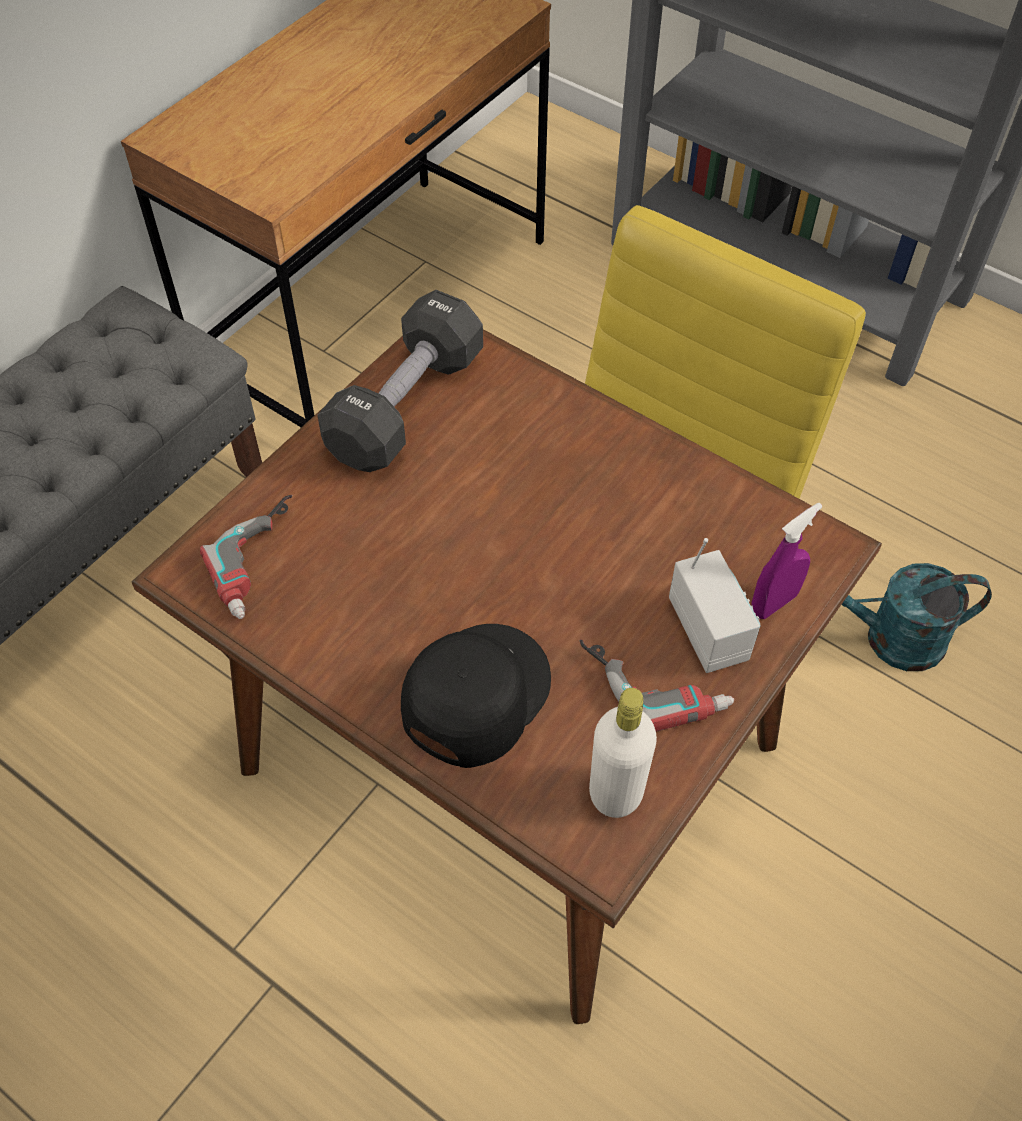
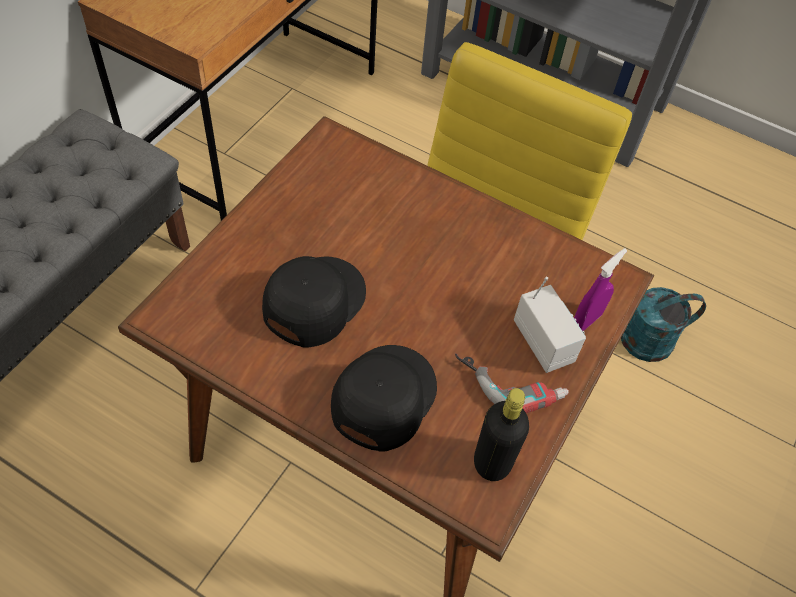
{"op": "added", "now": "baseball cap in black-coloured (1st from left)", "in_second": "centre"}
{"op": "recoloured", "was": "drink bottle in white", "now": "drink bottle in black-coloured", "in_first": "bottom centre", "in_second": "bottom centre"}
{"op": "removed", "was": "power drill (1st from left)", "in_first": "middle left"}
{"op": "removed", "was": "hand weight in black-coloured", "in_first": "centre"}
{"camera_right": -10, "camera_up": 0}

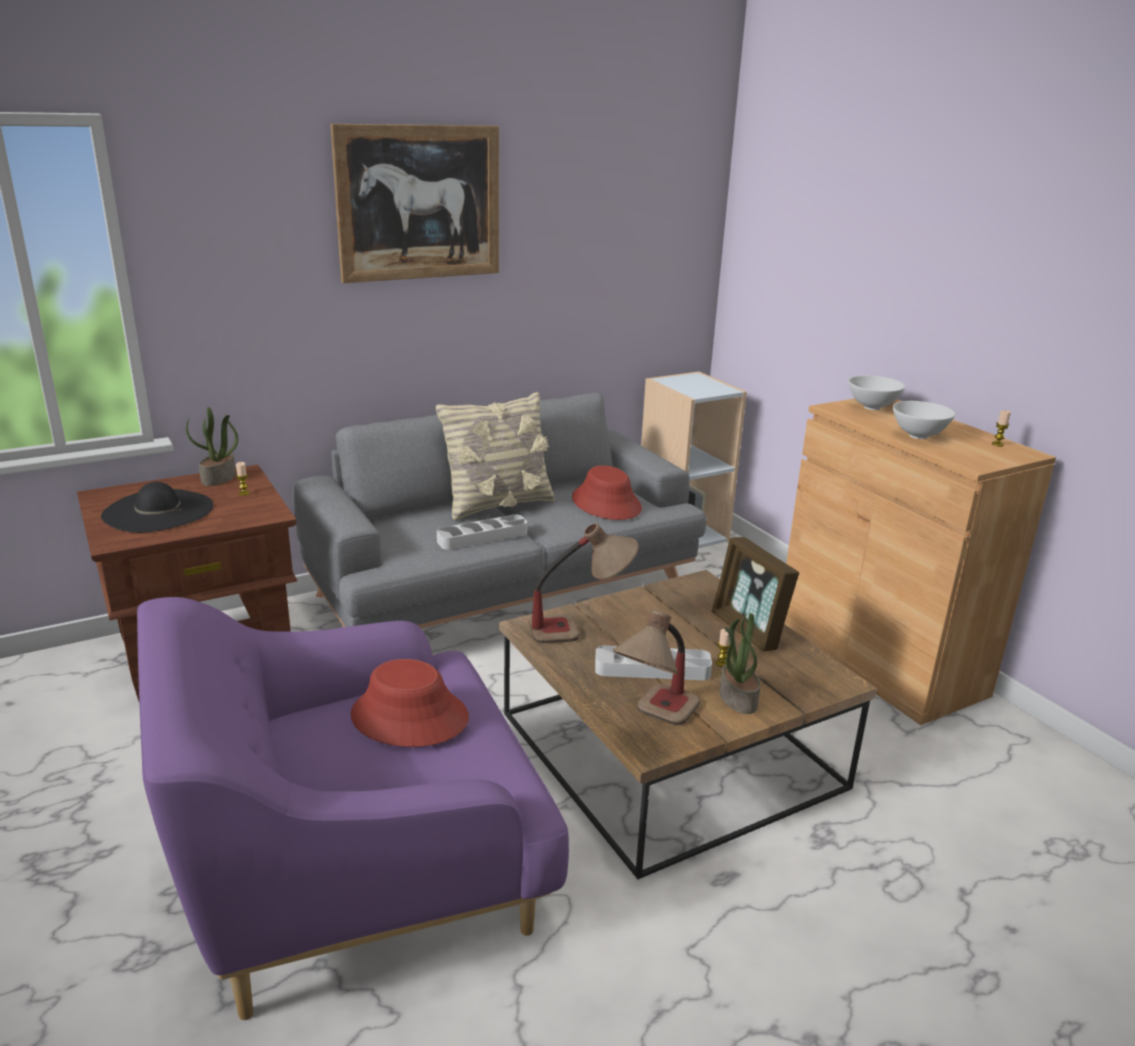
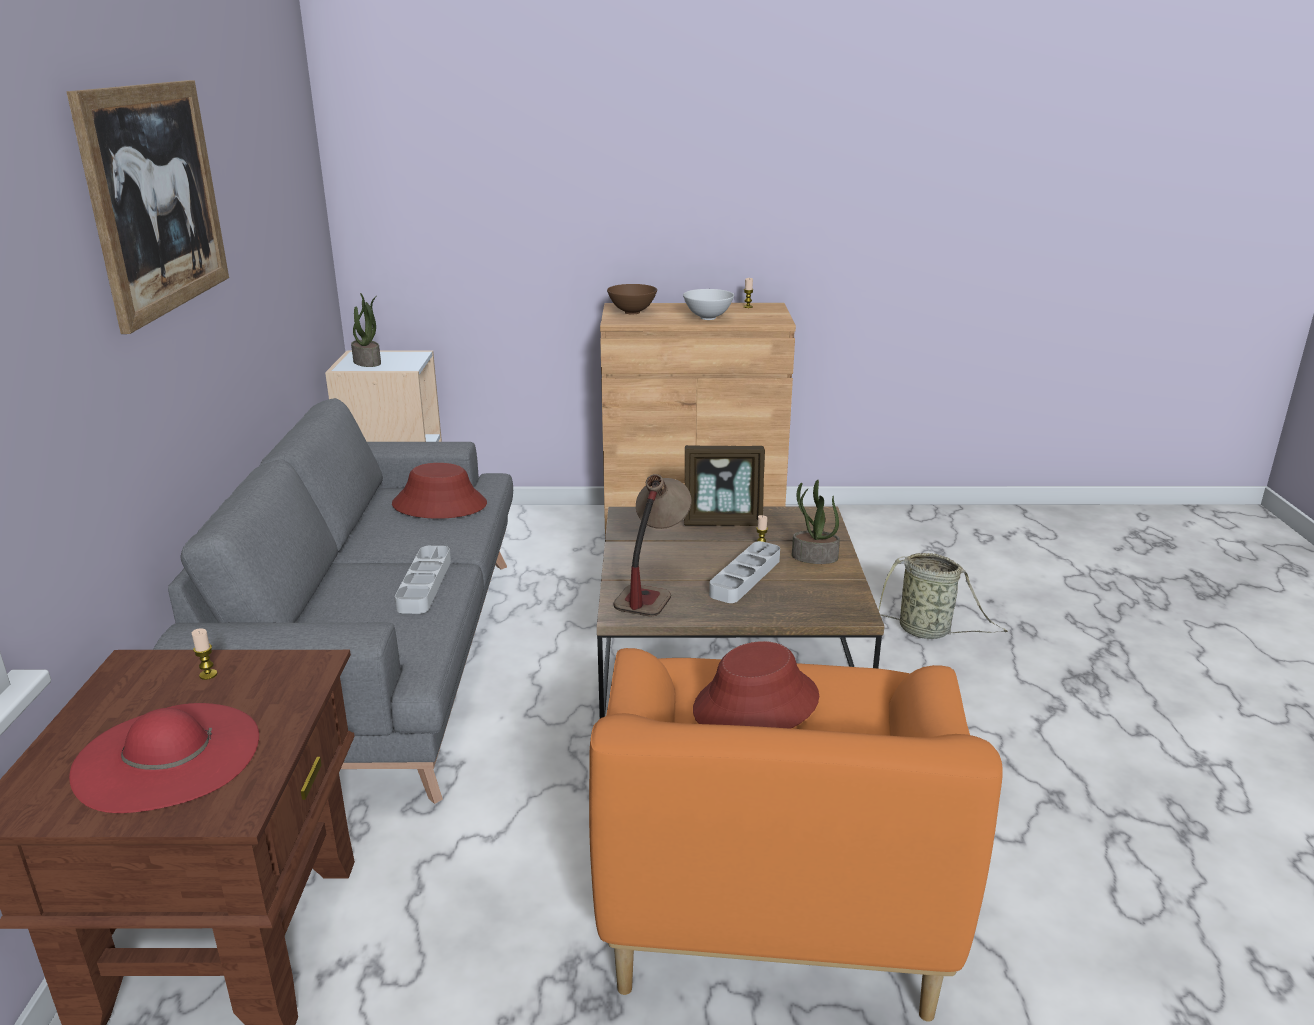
{"op": "recoloured", "was": "hat in black-coloured", "now": "hat in red-coloured (1st from left)", "in_first": "middle left", "in_second": "bottom left"}
{"op": "moved", "was": "potted plant (1st from left)", "in_first": "middle left", "in_second": "top left"}
{"op": "recoloured", "was": "armchair in purplish", "now": "armchair in orange-coloured", "in_first": "bottom left", "in_second": "bottom centre"}
{"op": "recoloured", "was": "deep dish in white (1st from left)", "now": "deep dish in brown", "in_first": "middle right", "in_second": "top centre"}
{"op": "added", "now": "storage basket", "in_second": "middle right"}
{"op": "removed", "was": "pillow in sand-coloured", "in_first": "centre"}
{"op": "removed", "was": "lamp for a table (2nd from left)", "in_first": "centre"}
{"camera_right": -60, "camera_up": 0}

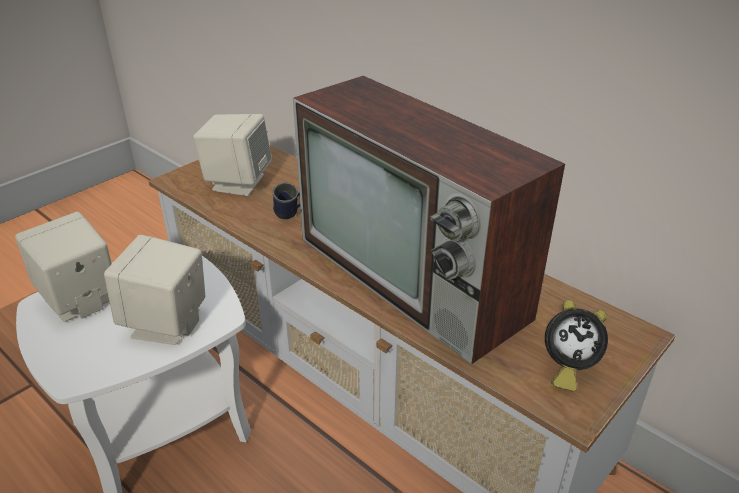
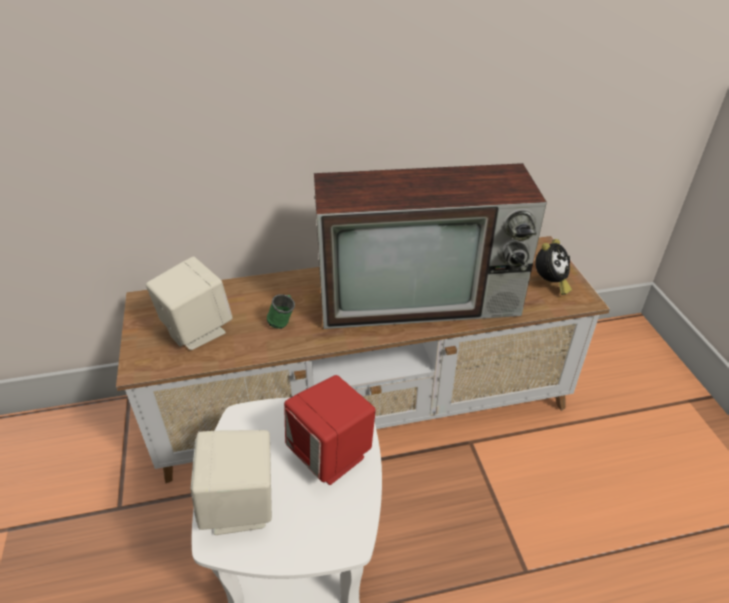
{"op": "recoloured", "was": "coffee mug in blue", "now": "coffee mug in greenish", "in_first": "centre", "in_second": "centre"}
{"op": "recoloured", "was": "loudspeaker in sand-coloured (2nd from left)", "now": "loudspeaker in red-coloured", "in_first": "middle left", "in_second": "bottom centre"}
{"camera_right": -55, "camera_up": 5}

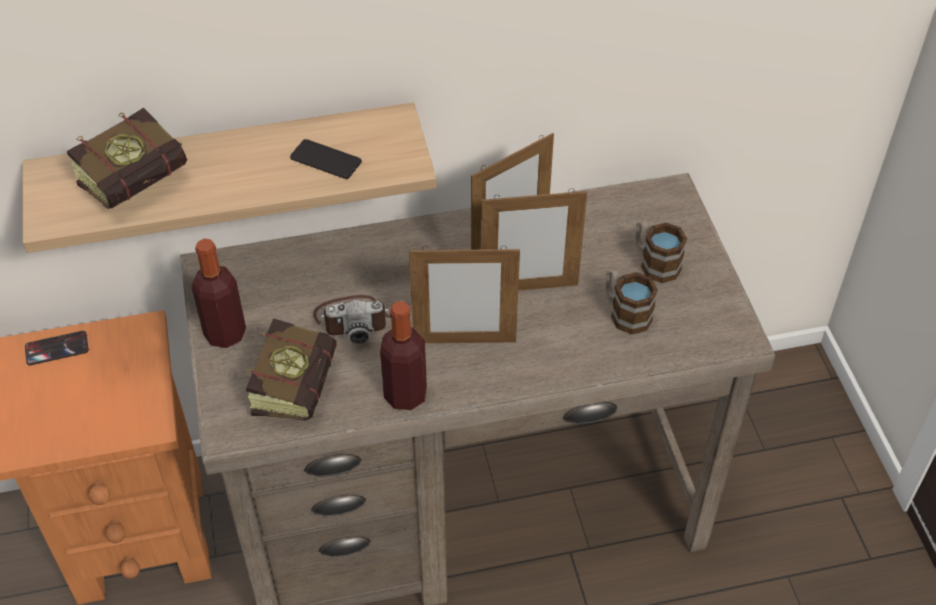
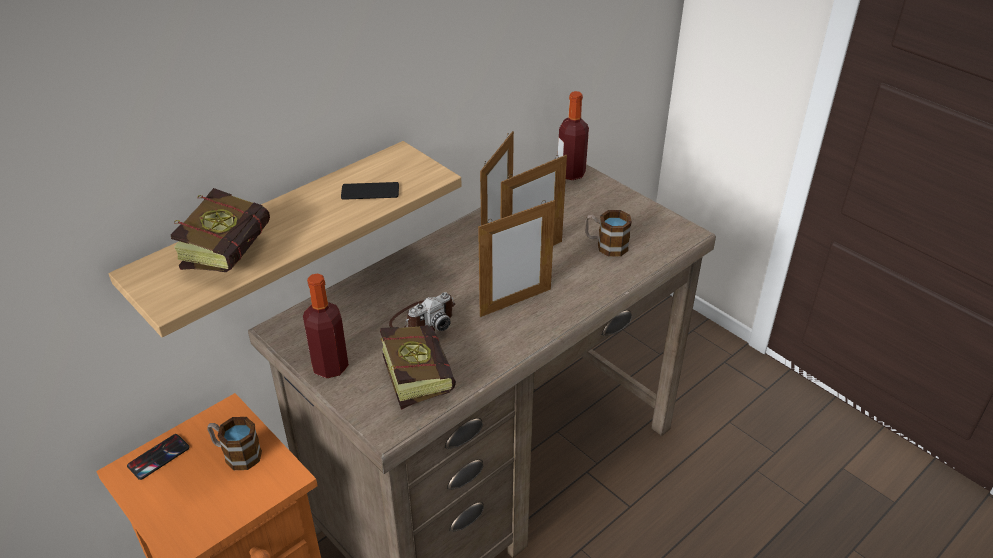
{"op": "moved", "was": "coffee mug (2nd from left in the first image)", "now": "coffee mug (1st from left)", "in_first": "middle right", "in_second": "bottom left"}
{"op": "moved", "was": "drink bottle (2nd from left)", "in_first": "centre", "in_second": "top centre"}
{"camera_right": -30, "camera_up": -10}

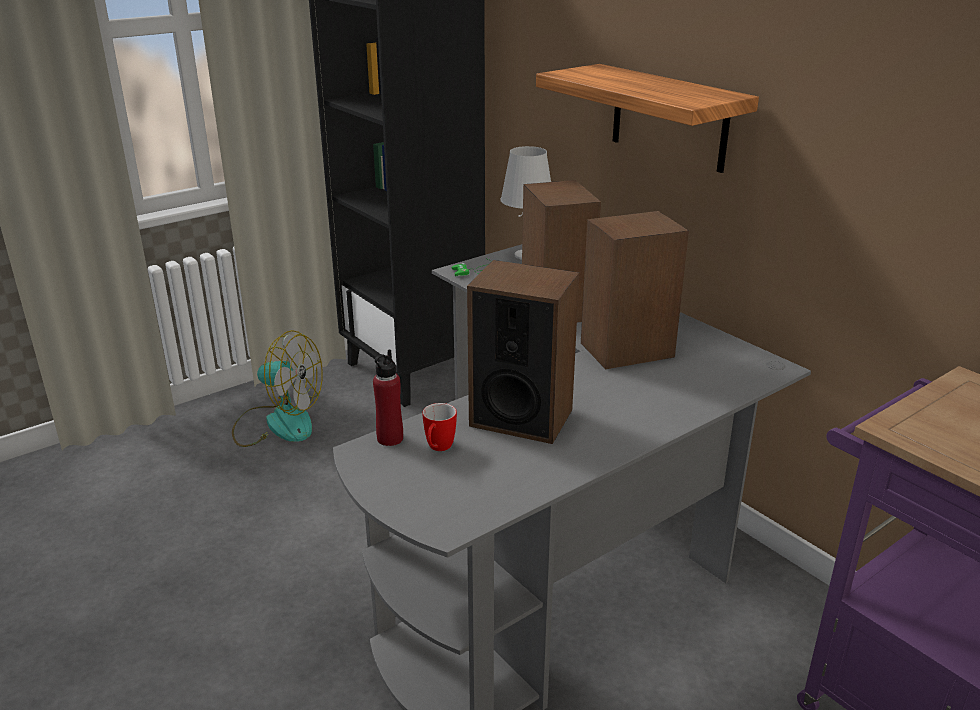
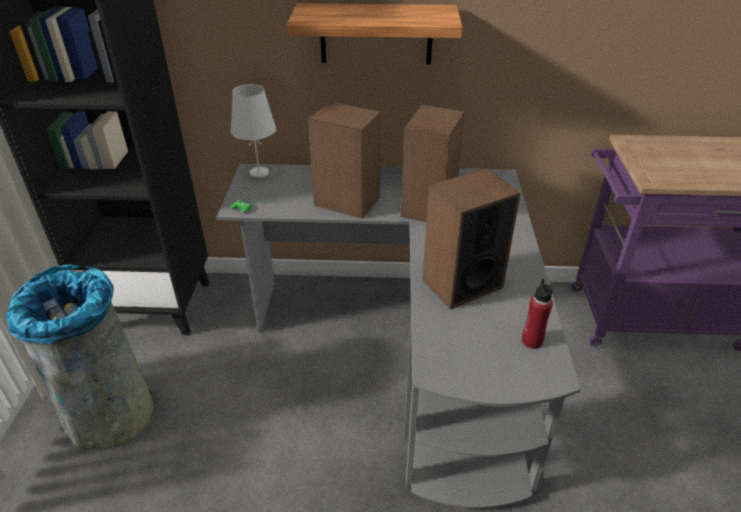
{"op": "replaced", "was": "cooling fan", "now": "trash can in gray", "in_first": "middle left", "in_second": "bottom left"}
{"op": "moved", "was": "drink bottle in red-coloured", "in_first": "centre", "in_second": "middle right"}
{"op": "removed", "was": "coffee mug", "in_first": "centre"}
{"camera_right": -50, "camera_up": 10}

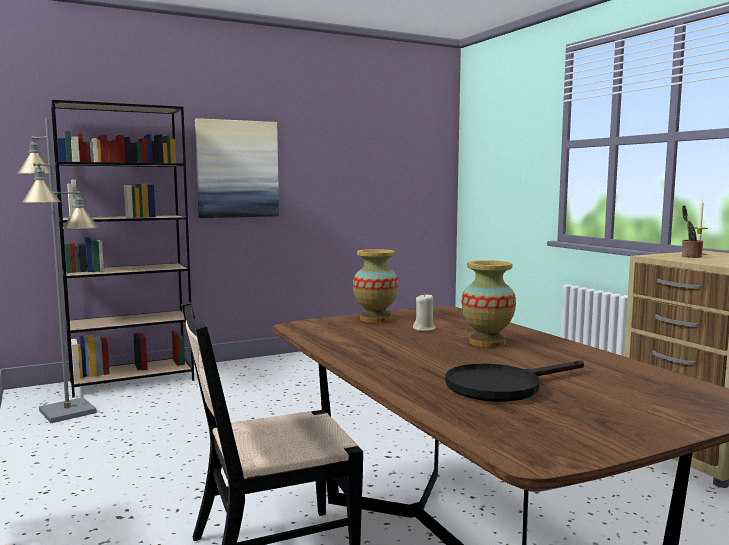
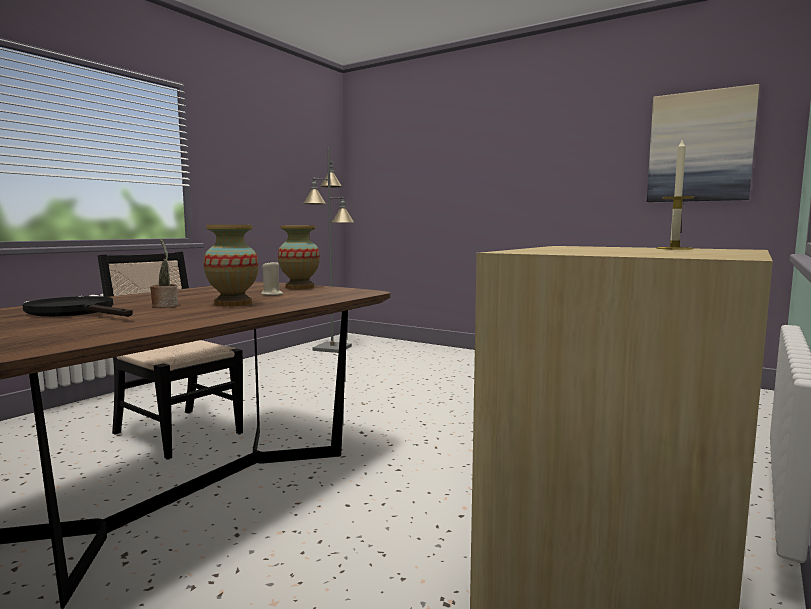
{"op": "moved", "was": "potted plant", "in_first": "middle right", "in_second": "middle left"}
{"op": "moved", "was": "wall art", "in_first": "top left", "in_second": "top right"}
{"op": "removed", "was": "bookcase in sand-coloured", "in_first": "middle left"}
{"camera_right": 60, "camera_up": 0}

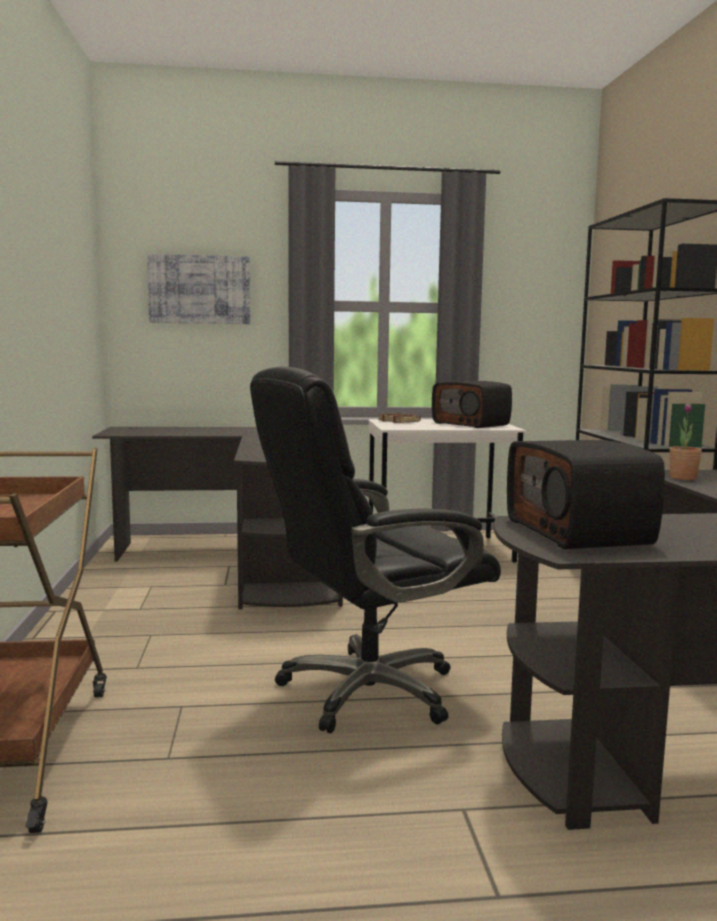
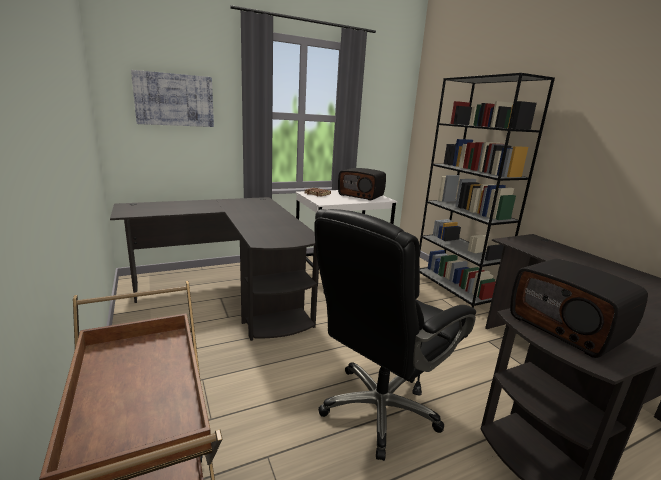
{"op": "removed", "was": "potted plant", "in_first": "middle right"}
{"camera_right": -20, "camera_up": 10}

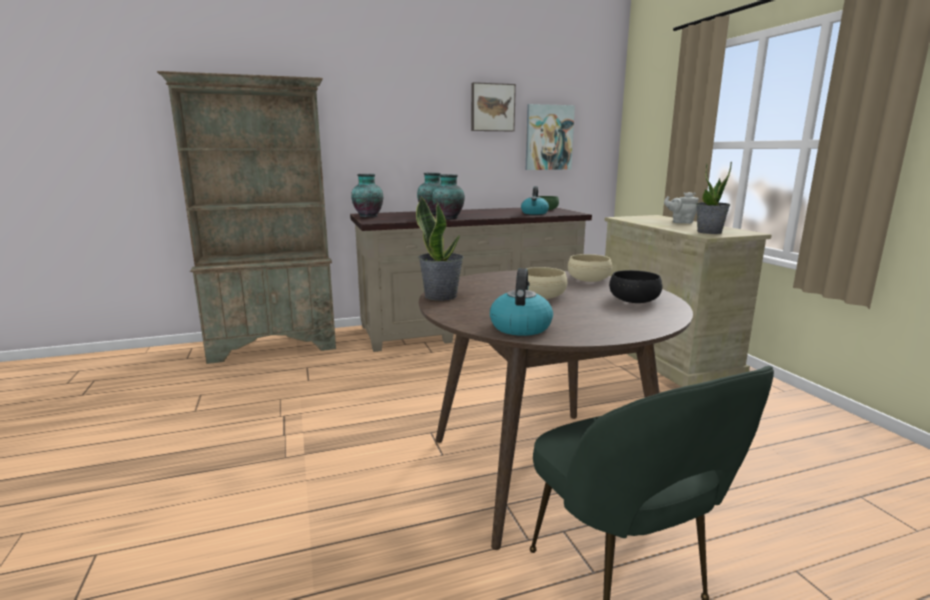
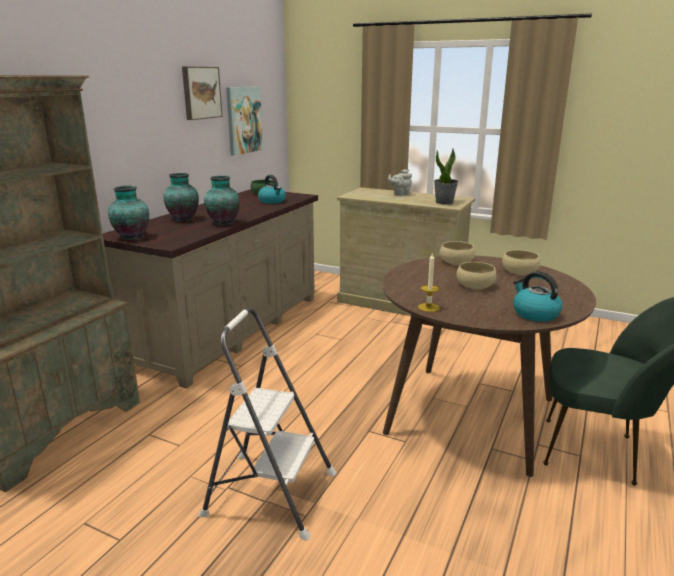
{"op": "added", "now": "stepladder in white", "in_second": "bottom centre"}
{"op": "replaced", "was": "potted plant (1st from left)", "now": "wax candle", "in_first": "centre", "in_second": "centre"}
{"op": "recoloured", "was": "deep dish in black-coloured", "now": "deep dish in sand-coloured (3rd from left)", "in_first": "middle right", "in_second": "middle right"}
{"camera_right": -45, "camera_up": 5}

